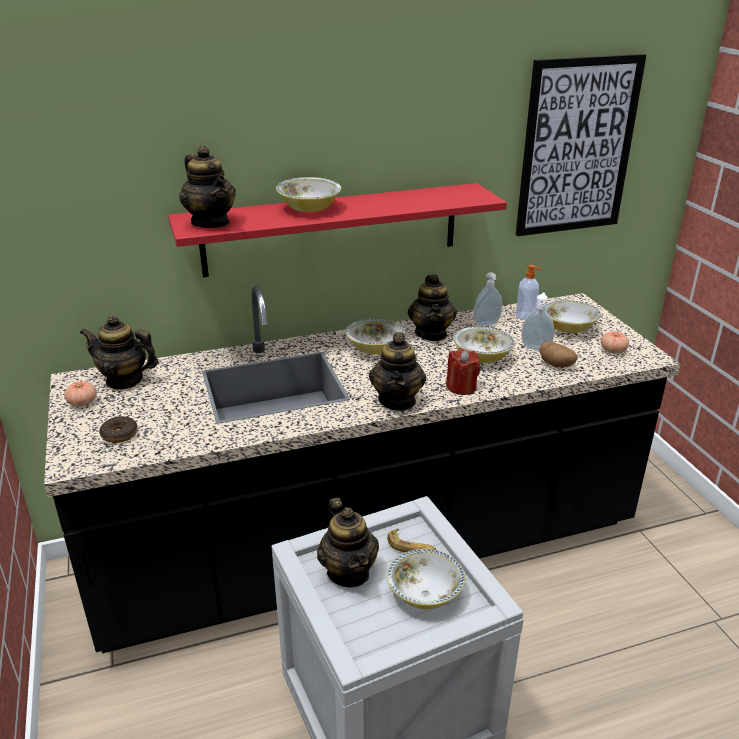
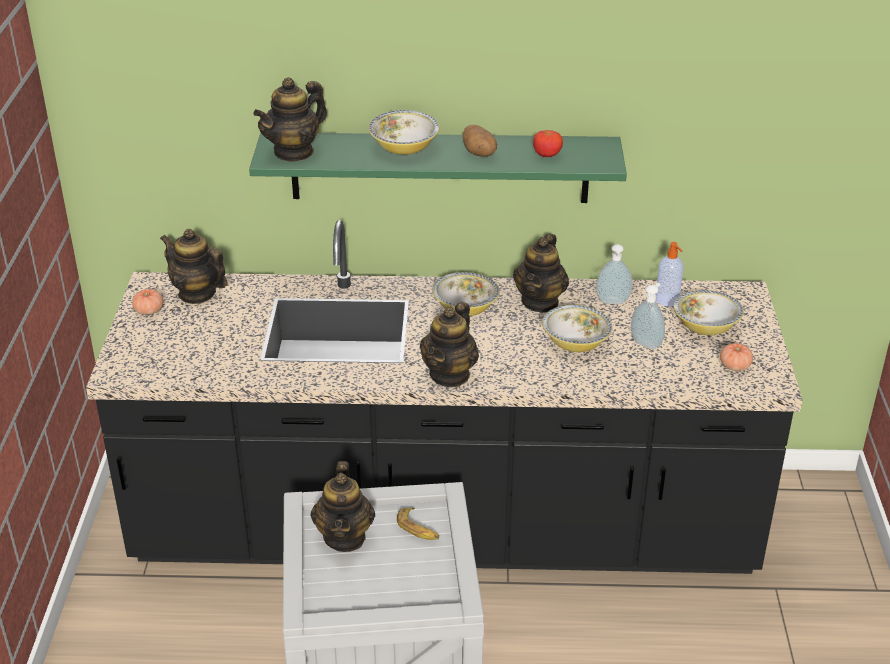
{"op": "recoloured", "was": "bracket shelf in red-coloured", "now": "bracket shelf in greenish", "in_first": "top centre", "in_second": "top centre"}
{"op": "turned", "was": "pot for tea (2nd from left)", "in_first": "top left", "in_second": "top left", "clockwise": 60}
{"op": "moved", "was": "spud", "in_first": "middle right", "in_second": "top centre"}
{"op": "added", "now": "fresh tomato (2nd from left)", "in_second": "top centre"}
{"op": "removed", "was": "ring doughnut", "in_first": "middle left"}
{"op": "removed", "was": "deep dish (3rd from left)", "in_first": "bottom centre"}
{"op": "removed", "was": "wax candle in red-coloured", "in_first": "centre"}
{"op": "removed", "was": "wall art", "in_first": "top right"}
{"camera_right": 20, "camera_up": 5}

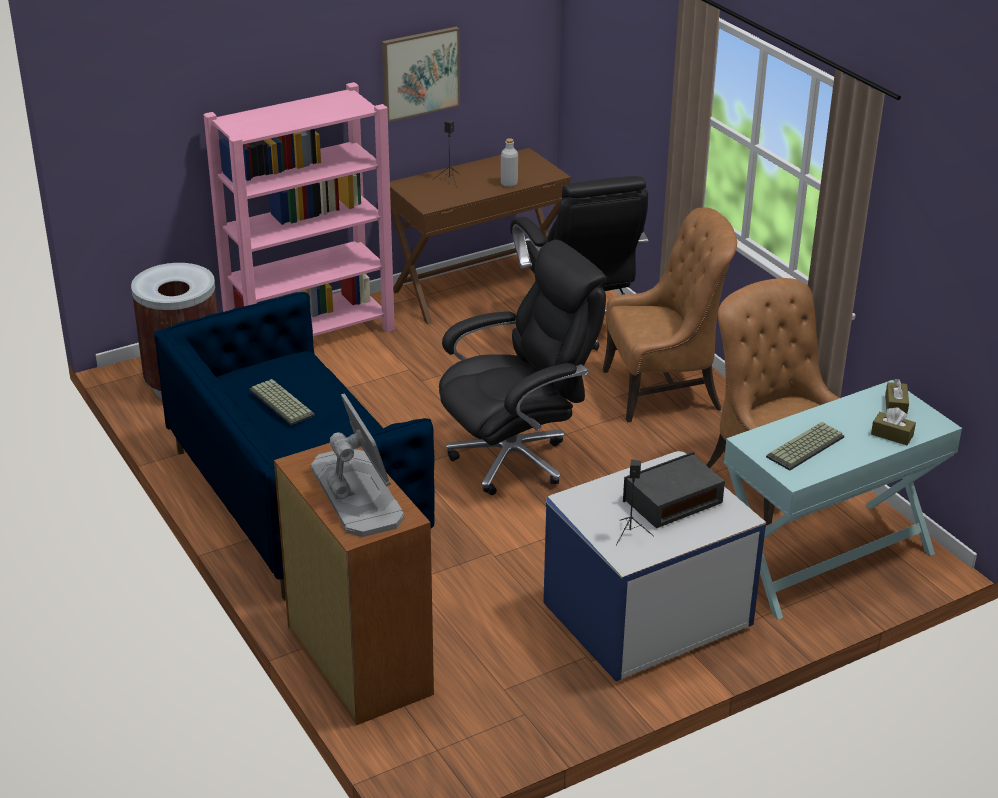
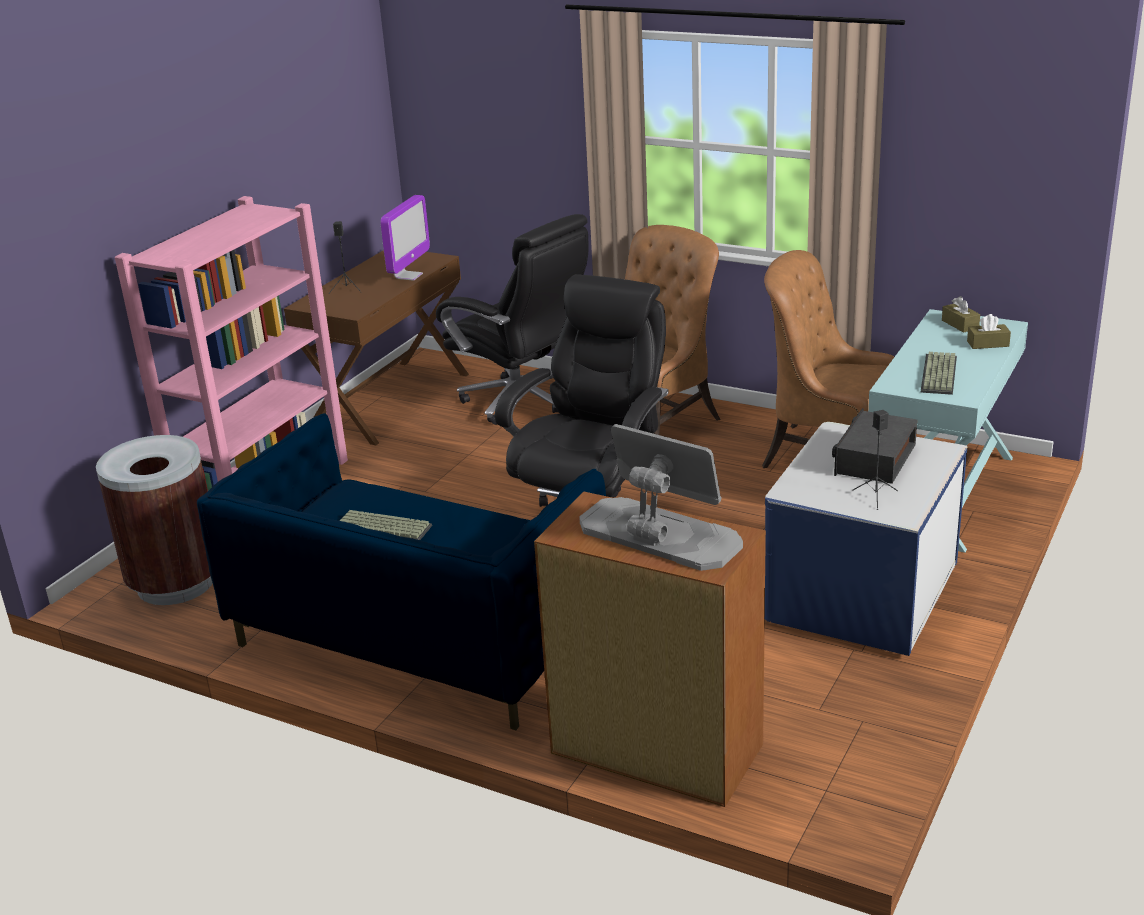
{"op": "replaced", "was": "drink bottle in gray", "now": "monitor (1st from left)", "in_first": "top centre", "in_second": "top centre"}
{"op": "removed", "was": "wall art", "in_first": "top centre"}
{"camera_right": -30, "camera_up": -5}

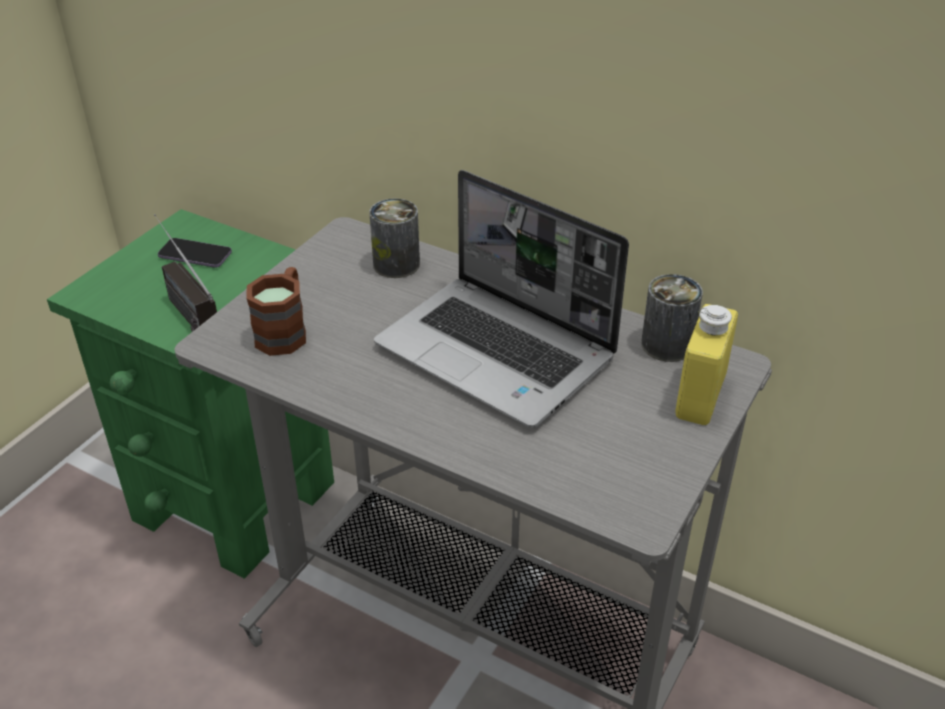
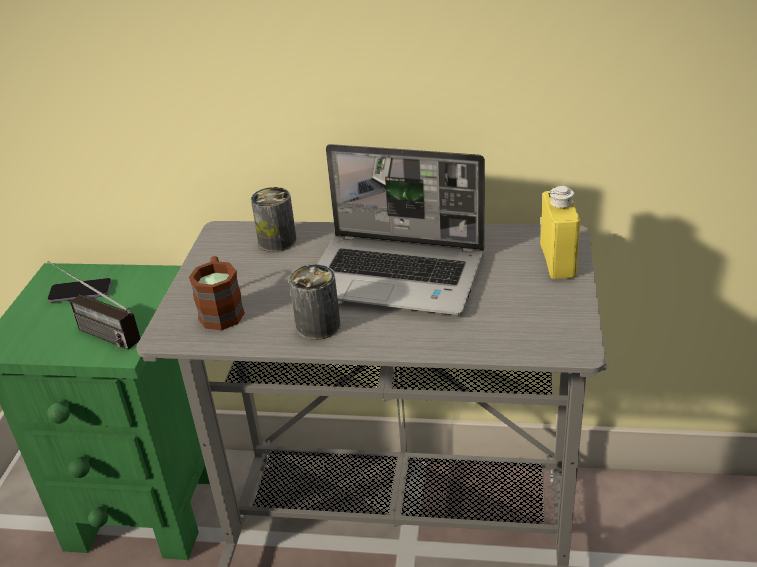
{"op": "moved", "was": "metal can (2nd from left)", "in_first": "middle right", "in_second": "centre"}
{"camera_right": -20, "camera_up": -5}

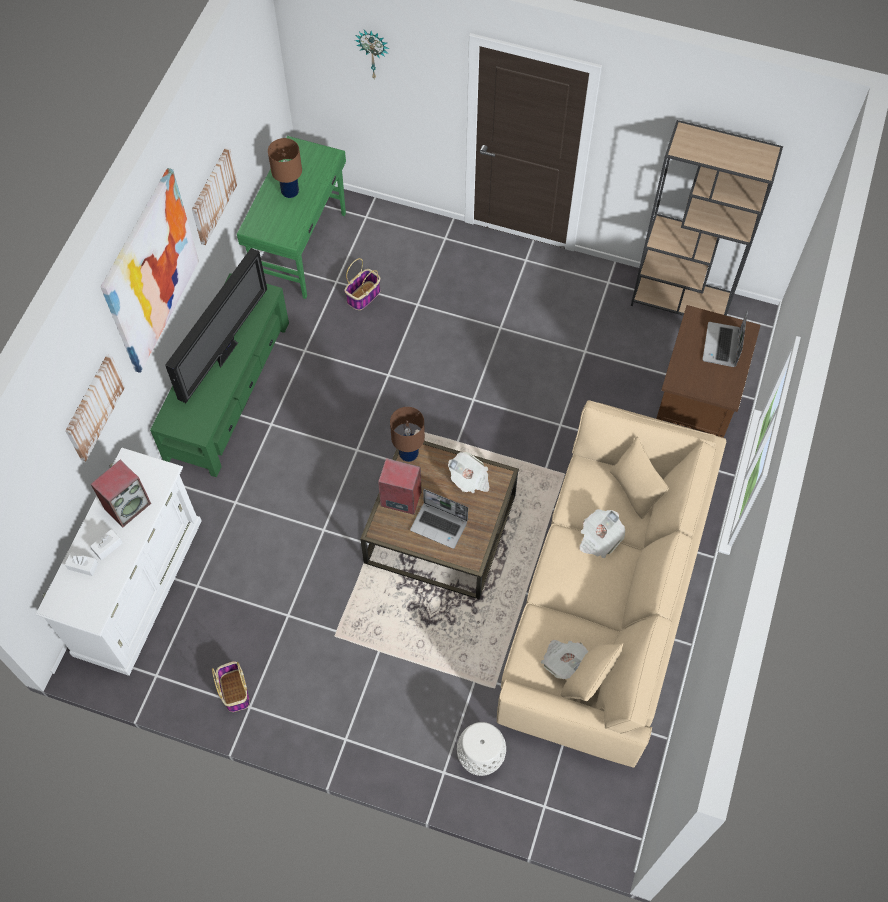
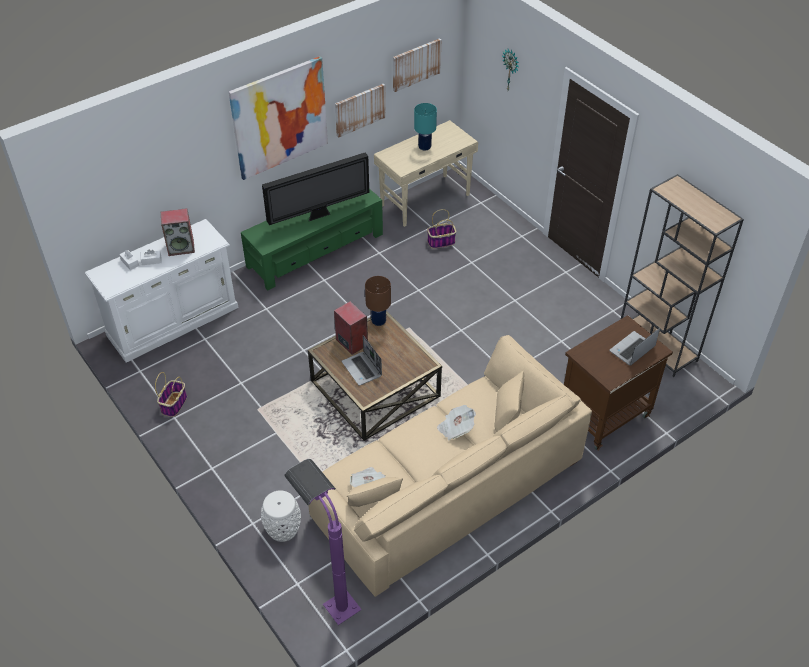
{"op": "added", "now": "standard lamp in purplish", "in_second": "bottom centre"}
{"op": "recoloured", "was": "console table in greenish", "now": "console table in sand-coloured", "in_first": "top left", "in_second": "top centre"}
{"op": "moved", "was": "wall art (1st from left in the first image)", "now": "wall art (3rd from left)", "in_first": "middle left", "in_second": "top centre"}
{"op": "recoloured", "was": "lamp for a table in brown (1st from left)", "now": "lamp for a table in turquoise-coloured", "in_first": "top left", "in_second": "top centre"}
{"op": "removed", "was": "newspaper (1st from left)", "in_first": "centre"}
{"camera_right": 35, "camera_up": -15}

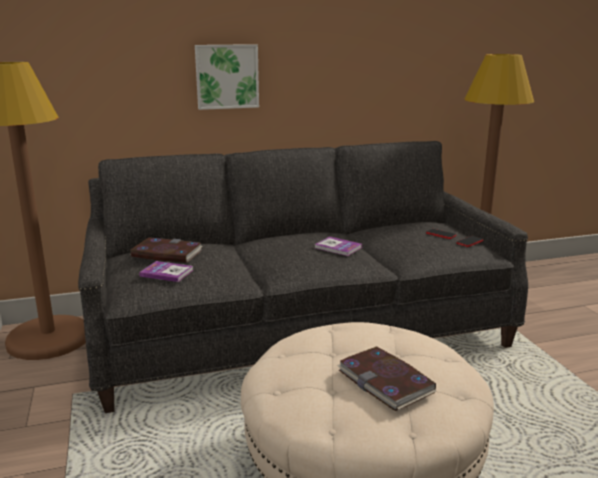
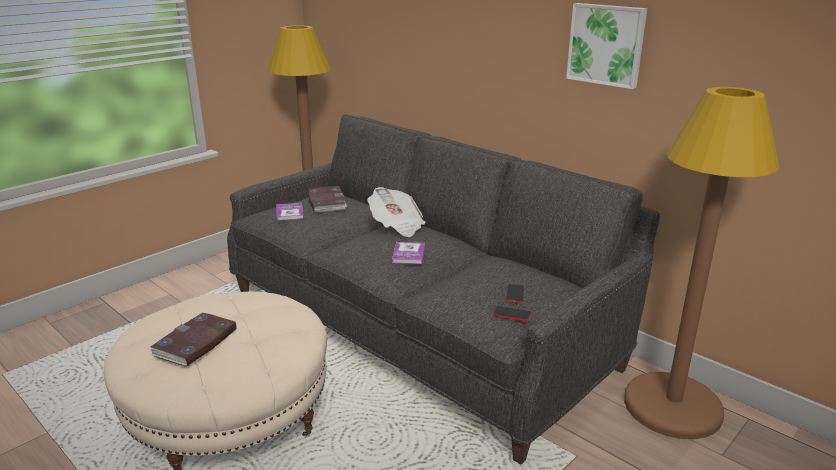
{"op": "added", "now": "newspaper", "in_second": "centre"}
{"op": "moved", "was": "wall art", "in_first": "top centre", "in_second": "top right"}
{"camera_right": 60, "camera_up": 5}

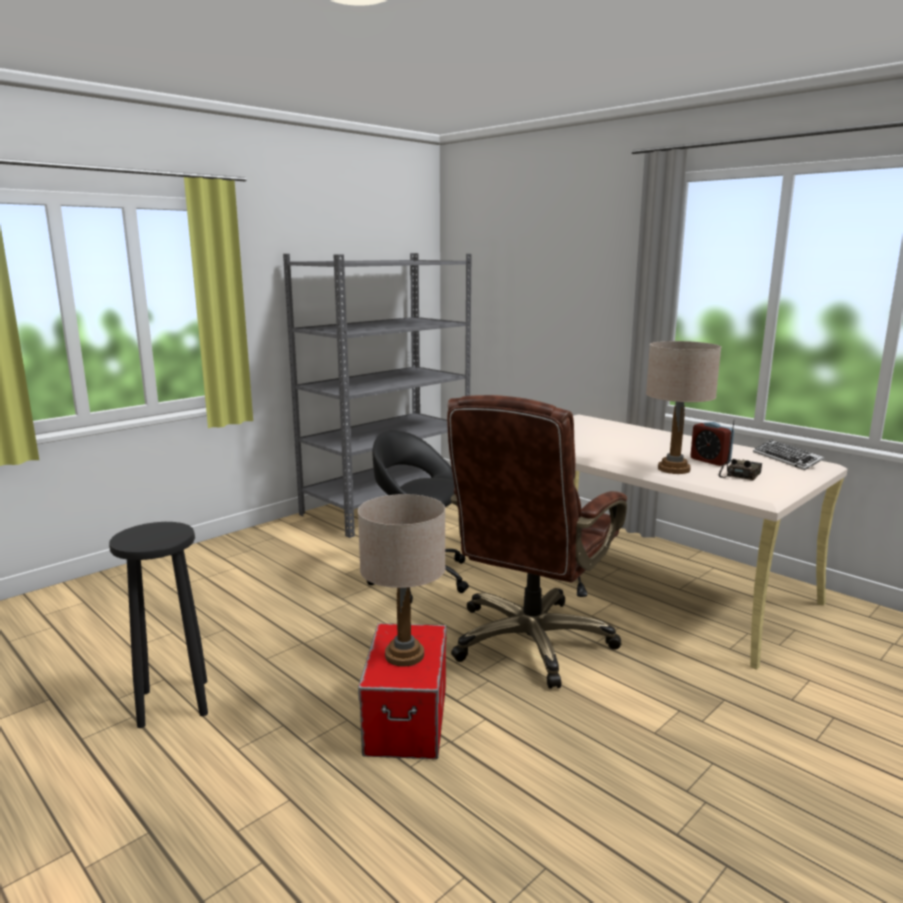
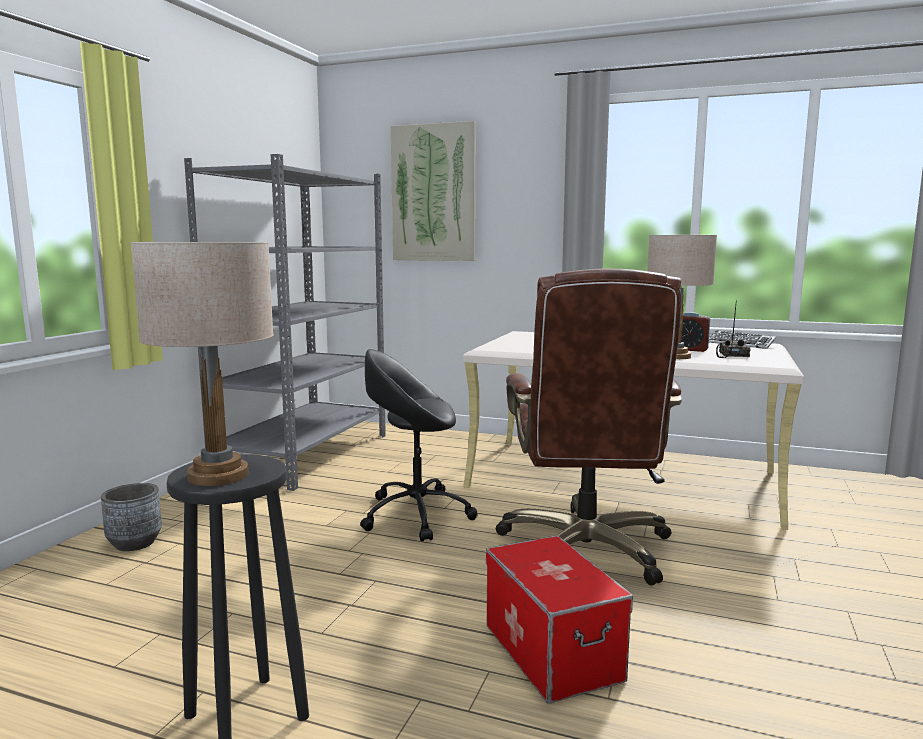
{"op": "added", "now": "planter in gray", "in_second": "bottom left"}
{"op": "moved", "was": "lamp for a table in sand-coloured (1st from left)", "in_first": "centre", "in_second": "middle left"}
{"op": "added", "now": "wall art", "in_second": "top centre"}
{"camera_right": -25, "camera_up": -5}

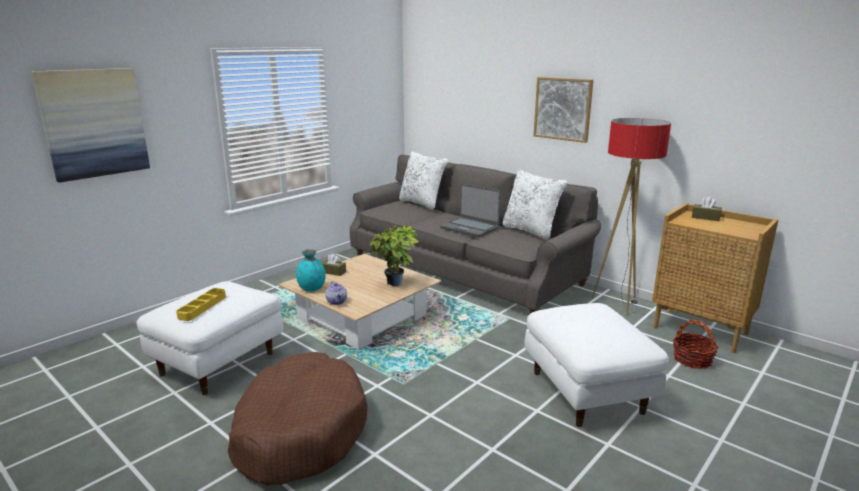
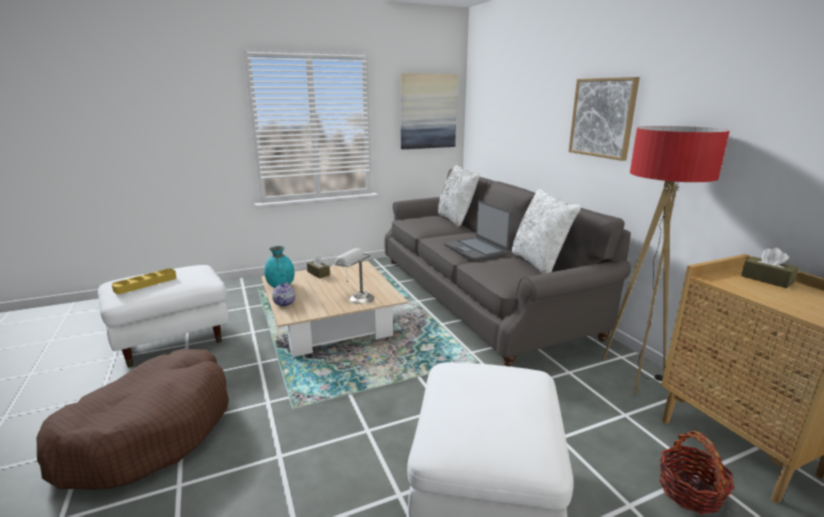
{"op": "replaced", "was": "potted plant", "now": "lamp for a table in white", "in_first": "centre", "in_second": "centre"}
{"op": "moved", "was": "wall art (1st from left)", "in_first": "top left", "in_second": "top centre"}
{"camera_right": 25, "camera_up": 0}

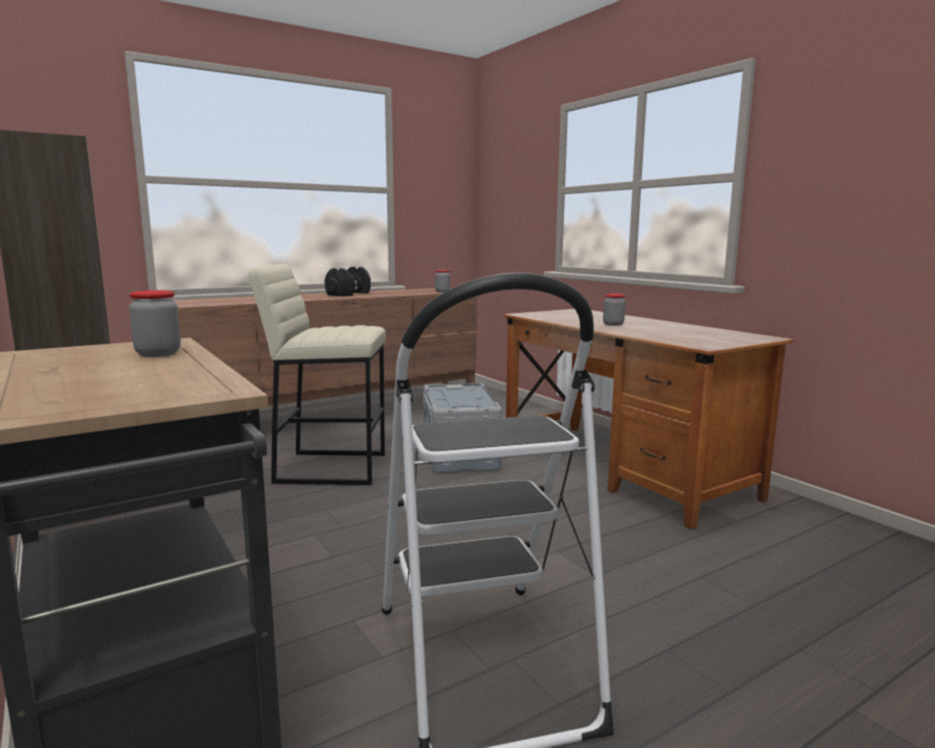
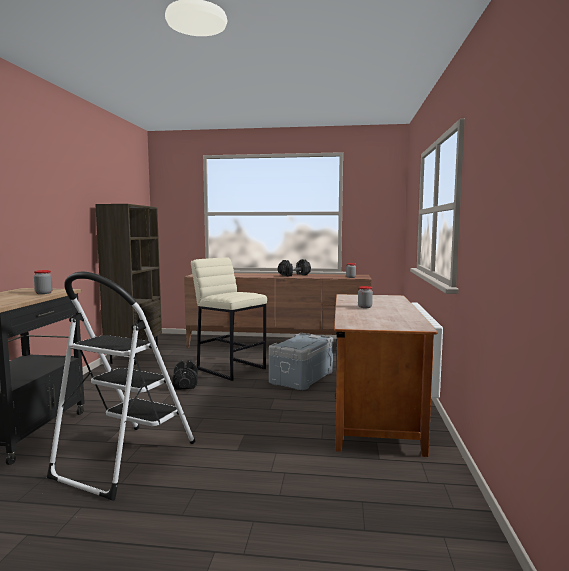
{"op": "added", "now": "hand weight in black-coloured (1st from left)", "in_second": "middle left"}
{"camera_right": 40, "camera_up": -5}

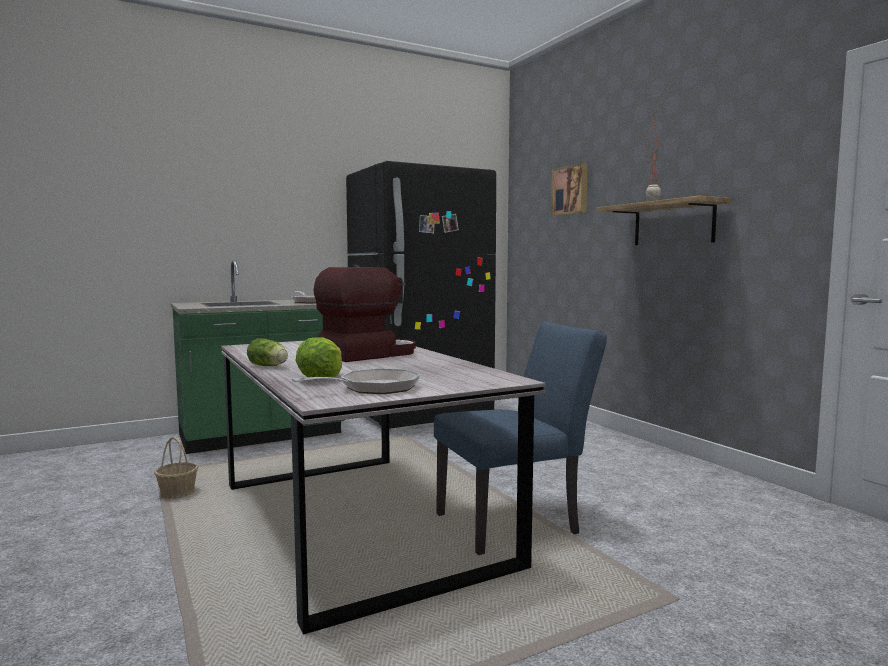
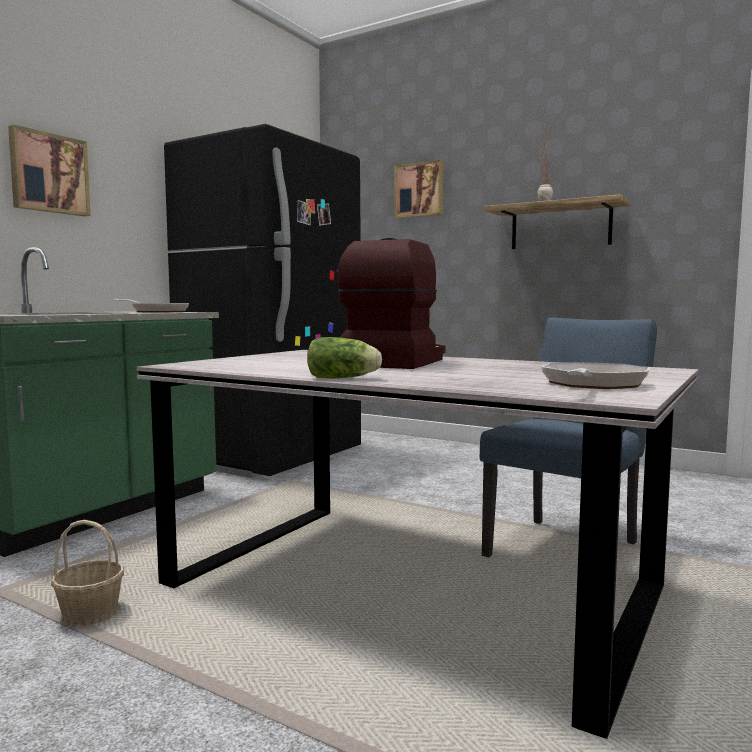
{"op": "added", "now": "wall art (1st from left)", "in_second": "top left"}
{"op": "removed", "was": "head of lettuce (2nd from left)", "in_first": "centre"}
{"camera_right": -30, "camera_up": 0}

